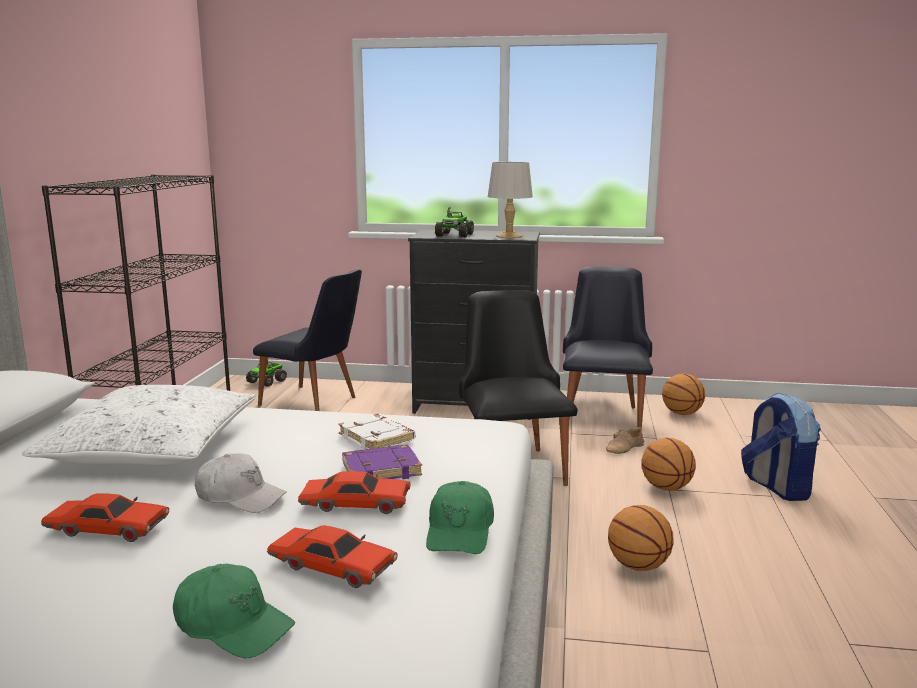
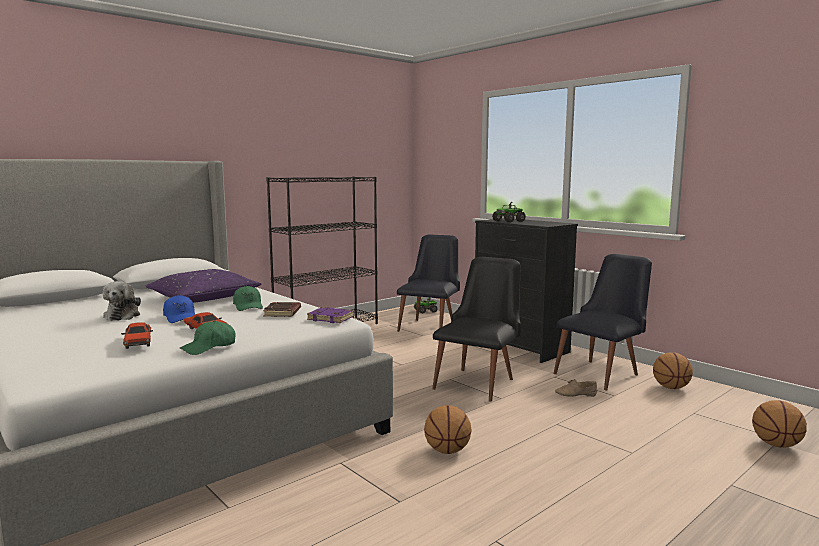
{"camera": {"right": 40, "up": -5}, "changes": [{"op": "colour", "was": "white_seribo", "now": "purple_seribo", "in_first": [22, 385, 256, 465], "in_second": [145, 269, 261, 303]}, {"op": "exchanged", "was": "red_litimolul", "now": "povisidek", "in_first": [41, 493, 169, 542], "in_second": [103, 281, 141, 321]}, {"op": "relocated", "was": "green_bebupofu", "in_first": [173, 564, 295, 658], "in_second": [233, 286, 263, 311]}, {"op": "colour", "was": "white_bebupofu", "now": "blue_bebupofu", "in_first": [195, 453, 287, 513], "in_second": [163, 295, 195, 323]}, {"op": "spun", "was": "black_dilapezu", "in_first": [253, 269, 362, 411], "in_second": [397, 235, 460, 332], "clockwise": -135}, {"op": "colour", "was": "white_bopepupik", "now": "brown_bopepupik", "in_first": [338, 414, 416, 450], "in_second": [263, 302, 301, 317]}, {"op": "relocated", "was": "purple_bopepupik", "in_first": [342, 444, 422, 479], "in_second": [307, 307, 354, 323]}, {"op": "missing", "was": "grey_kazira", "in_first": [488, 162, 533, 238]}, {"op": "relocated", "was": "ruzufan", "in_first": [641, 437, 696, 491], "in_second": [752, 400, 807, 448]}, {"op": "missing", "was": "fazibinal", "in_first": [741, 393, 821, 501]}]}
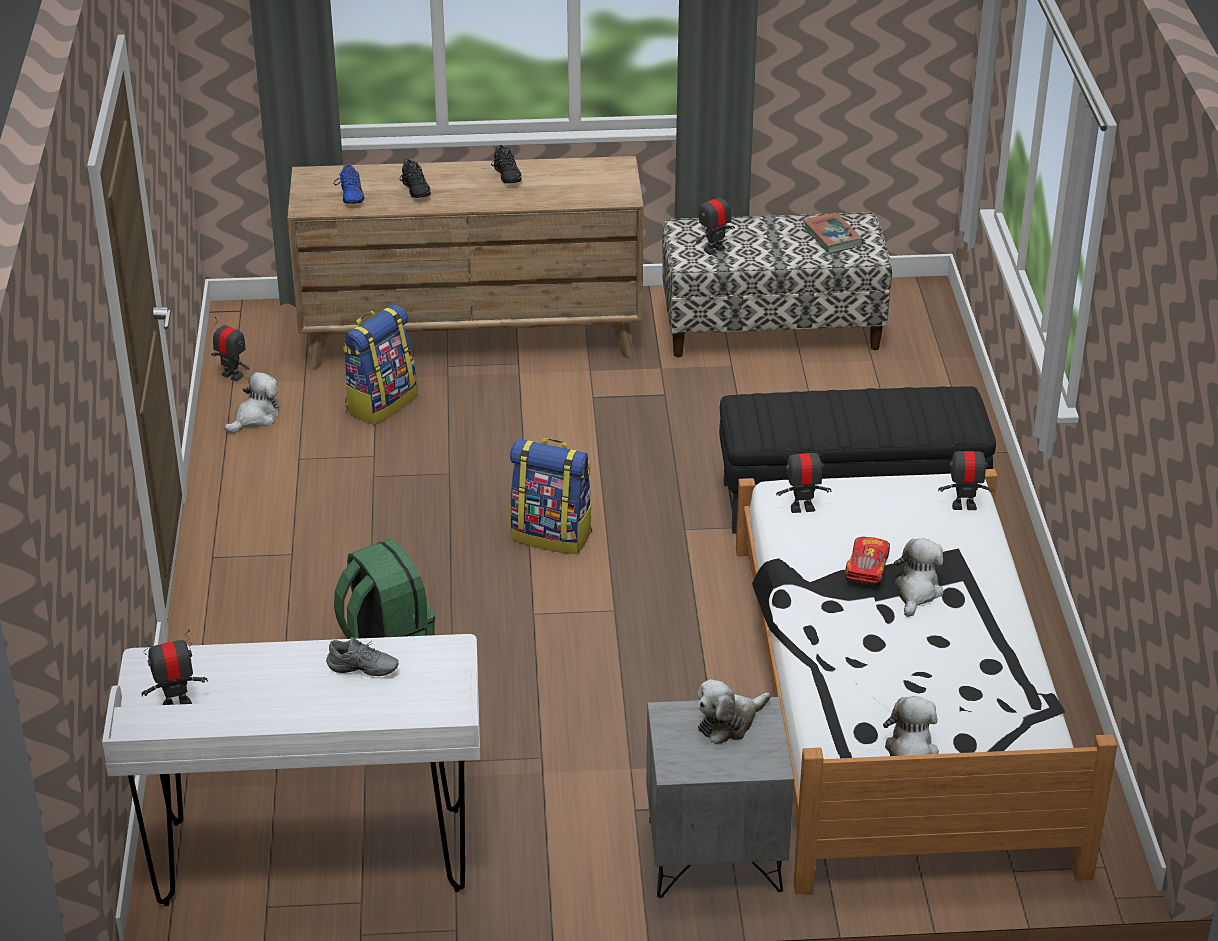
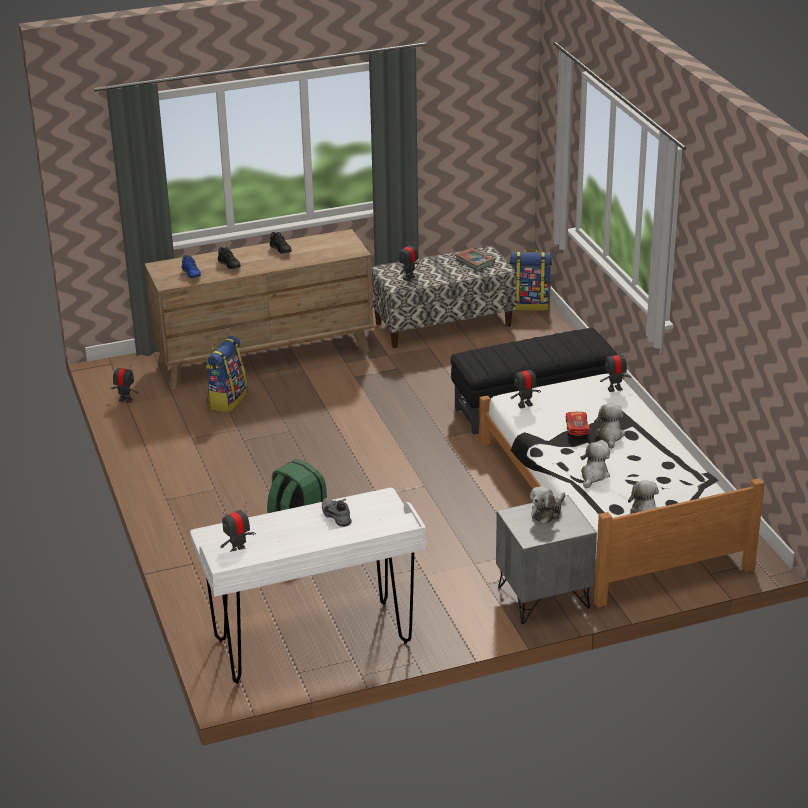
{"camera": {"right": -15, "up": -5}, "changes": [{"op": "relocated", "was": "povisidek", "in_first": [225, 372, 279, 433], "in_second": [580, 442, 610, 488]}, {"op": "spun", "was": "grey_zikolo", "in_first": [326, 637, 399, 676], "in_second": [322, 498, 352, 527], "clockwise": -120}, {"op": "relocated", "was": "fazibinal", "in_first": [510, 438, 593, 554], "in_second": [510, 250, 552, 311]}]}
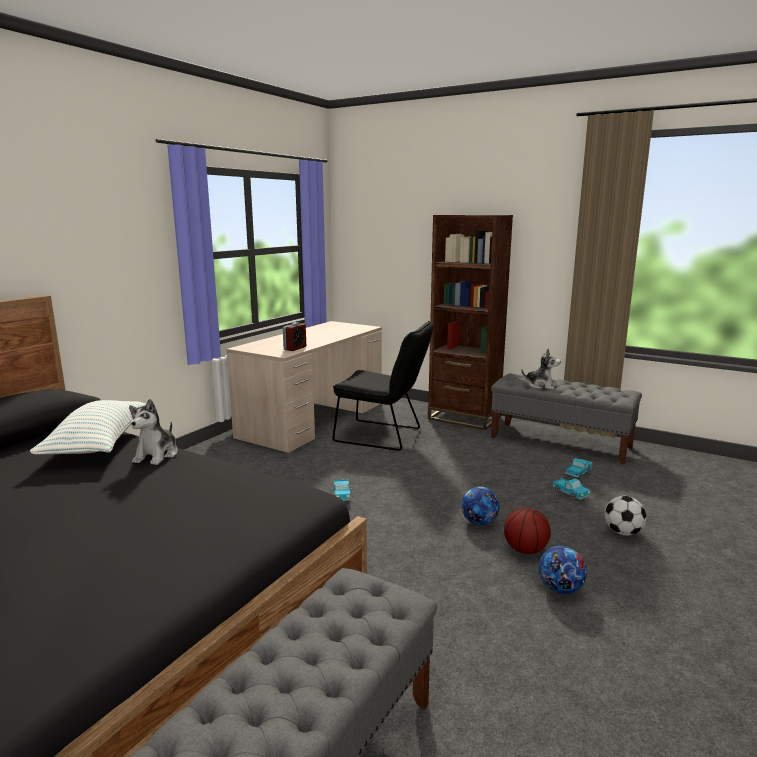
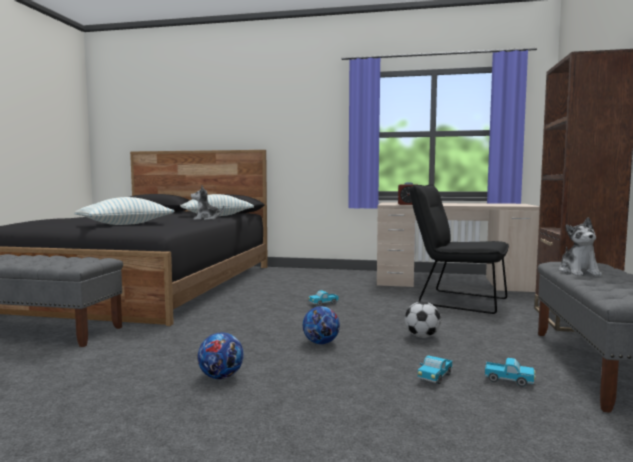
{"camera": {"right": 70, "up": -10}, "changes": [{"op": "spun", "was": "black_dilapezu", "in_first": [332, 321, 433, 451], "in_second": [410, 185, 509, 314], "clockwise": 120}, {"op": "missing", "was": "ruzufan", "in_first": [504, 507, 551, 554]}, {"op": "relocated", "was": "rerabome", "in_first": [604, 496, 646, 536], "in_second": [405, 302, 441, 338]}, {"op": "appeared", "now": "seribo", "in_second": [74, 197, 174, 225]}]}
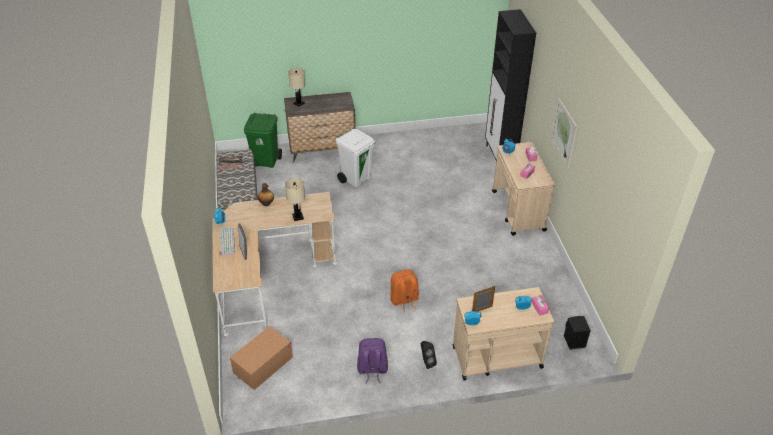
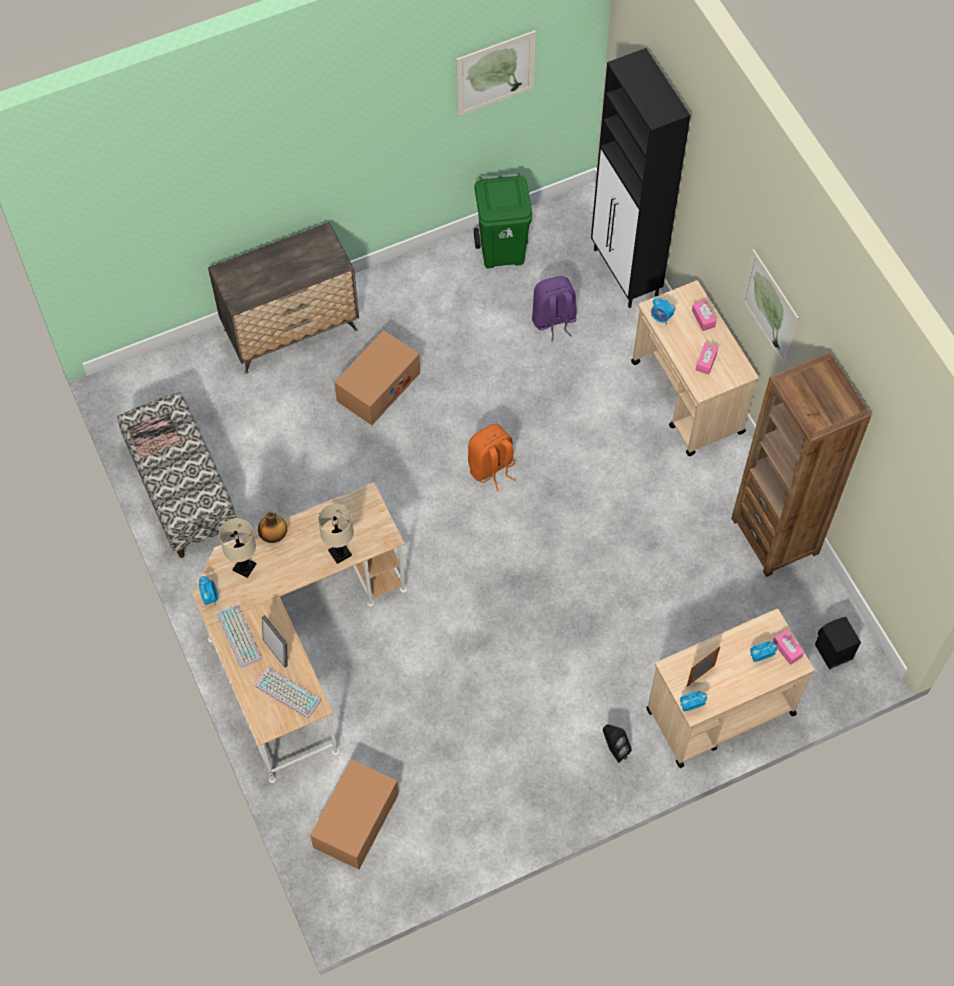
{"camera": {"right": -15, "up": 20}, "changes": [{"op": "relocated", "was": "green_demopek", "in_first": [244, 113, 282, 168], "in_second": [474, 173, 532, 268]}, {"op": "relocated", "was": "beige_kazira", "in_first": [288, 68, 305, 107], "in_second": [219, 518, 256, 578]}, {"op": "exchanged", "was": "white_demopek", "now": "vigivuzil", "in_first": [335, 129, 375, 187], "in_second": [334, 330, 420, 425]}, {"op": "relocated", "was": "purple_fazibinal", "in_first": [357, 338, 388, 384], "in_second": [532, 276, 577, 342]}, {"op": "relocated", "was": "orange_fazibinal", "in_first": [390, 269, 419, 313], "in_second": [468, 424, 515, 491]}, {"op": "appeared", "now": "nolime", "in_second": [254, 667, 321, 719]}, {"op": "appeared", "now": "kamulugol", "in_second": [456, 31, 536, 117]}, {"op": "appeared", "now": "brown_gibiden", "in_second": [731, 352, 871, 577]}]}
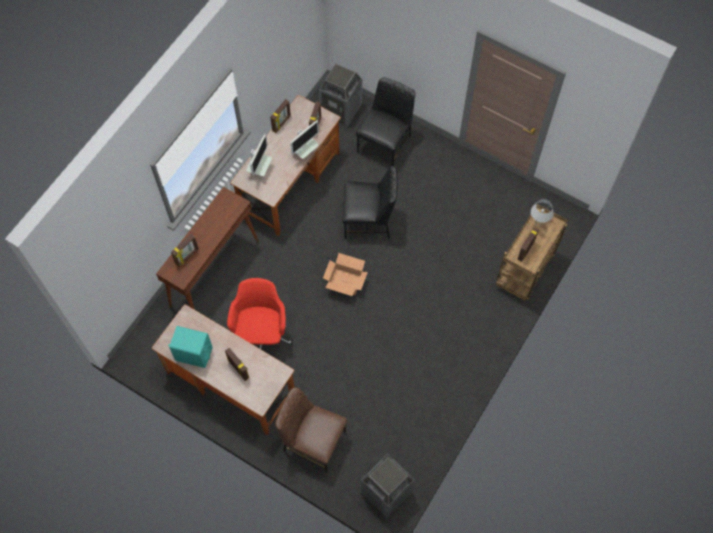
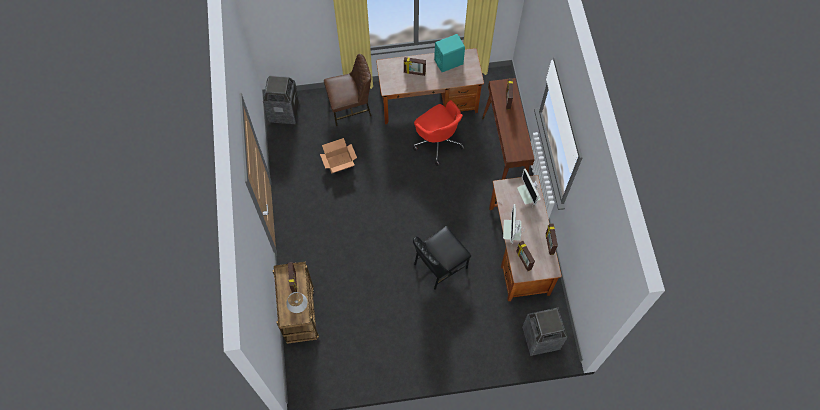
{"camera": {"right": 140, "up": 0}, "changes": [{"op": "relocated", "was": "vigivuzil", "in_first": [323, 253, 368, 296], "in_second": [320, 138, 357, 173]}, {"op": "missing", "was": "black_dilapezu", "in_first": [356, 77, 416, 166]}]}
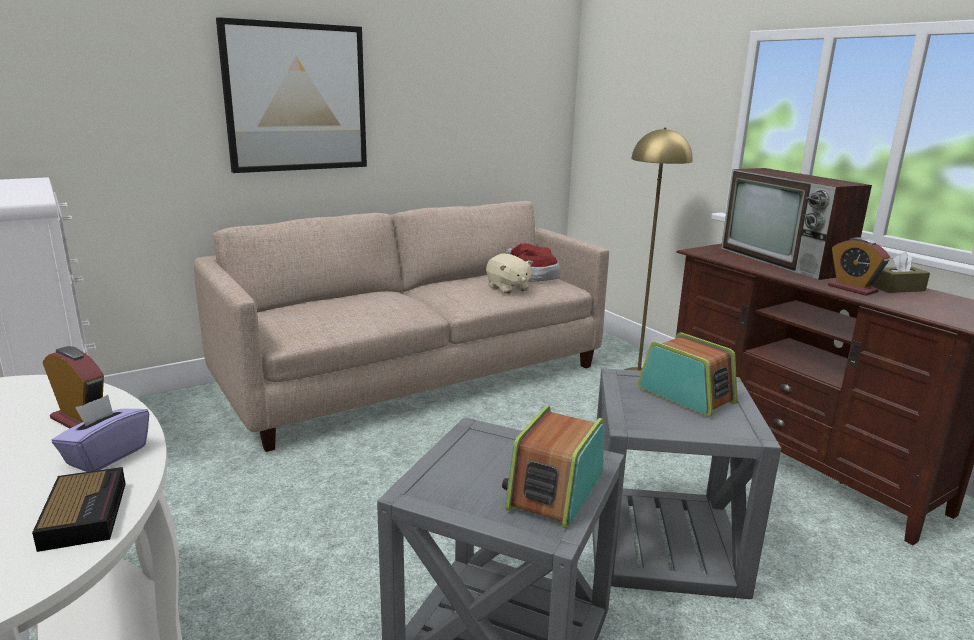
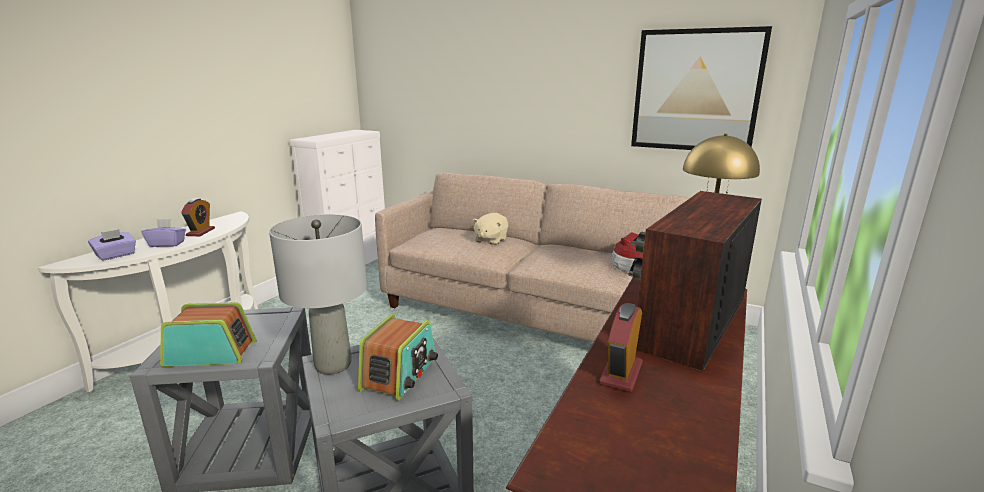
{"camera": {"right": 60, "up": 0}, "changes": [{"op": "exchanged", "was": "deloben", "now": "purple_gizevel", "in_first": [32, 467, 126, 552], "in_second": [88, 229, 136, 261]}, {"op": "relocated", "was": "kamulugol", "in_first": [216, 17, 367, 173], "in_second": [631, 26, 772, 150]}, {"op": "relocated", "was": "beige_povisidek", "in_first": [486, 253, 533, 294], "in_second": [473, 213, 508, 245]}, {"op": "missing", "was": "brown_gizevel", "in_first": [871, 252, 930, 293]}, {"op": "appeared", "now": "grey_kazira", "in_second": [269, 214, 367, 375]}]}
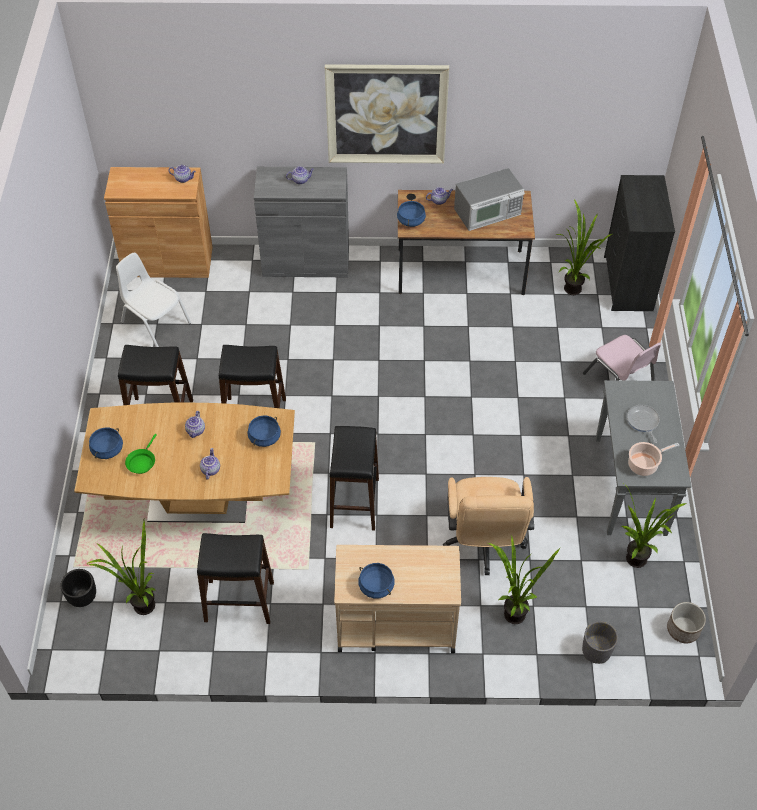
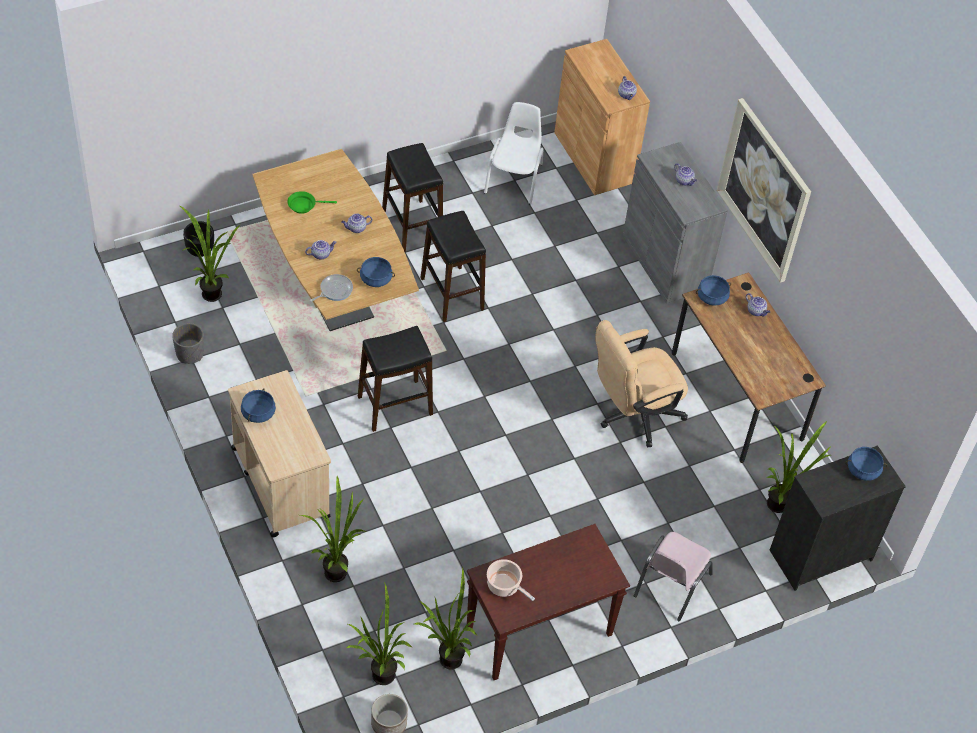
{"camera": {"right": 60, "up": 0}, "changes": [{"op": "relocated", "was": "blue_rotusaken", "in_first": [89, 428, 123, 459], "in_second": [845, 447, 887, 481]}, {"op": "missing", "was": "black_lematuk", "in_first": [197, 533, 274, 624]}, {"op": "relocated", "was": "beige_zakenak", "in_first": [443, 477, 534, 575], "in_second": [595, 320, 688, 447]}, {"op": "missing", "was": "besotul", "in_first": [454, 168, 525, 231]}, {"op": "relocated", "was": "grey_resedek", "in_first": [582, 621, 618, 664], "in_second": [172, 323, 204, 364]}, {"op": "colour", "was": "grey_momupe", "now": "brown_momupe", "in_first": [596, 380, 692, 536], "in_second": [467, 524, 630, 680]}, {"op": "relocated", "was": "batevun", "in_first": [627, 405, 660, 443], "in_second": [310, 274, 353, 302]}, {"op": "appeared", "now": "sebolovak", "in_second": [346, 582, 413, 685]}]}
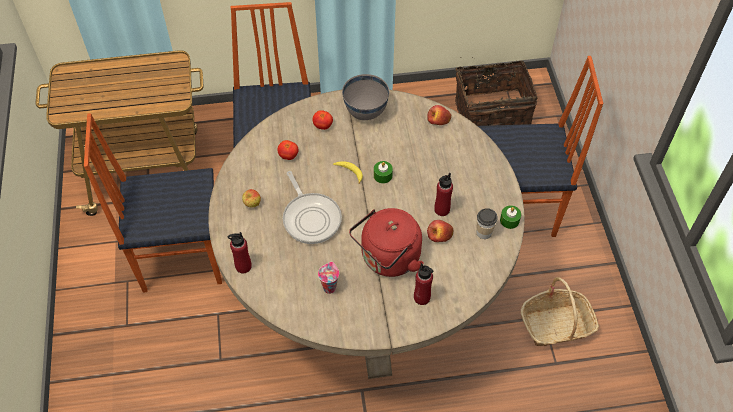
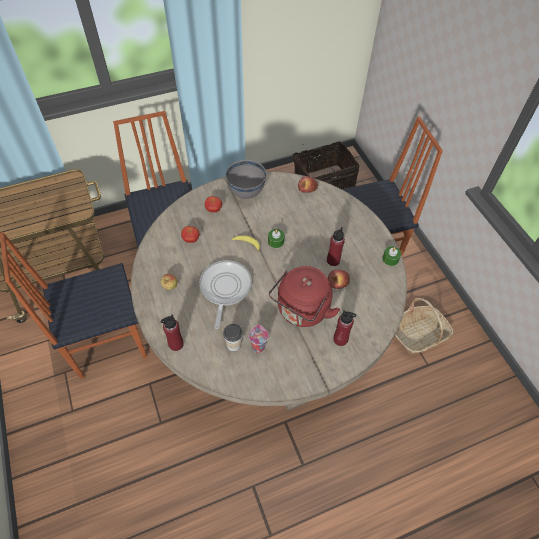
{"camera": {"right": -15, "up": 0}, "changes": [{"op": "spun", "was": "batevun", "in_first": [283, 171, 342, 244], "in_second": [199, 260, 252, 329], "clockwise": -135}, {"op": "relocated", "was": "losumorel", "in_first": [477, 208, 497, 239], "in_second": [223, 324, 243, 352]}]}
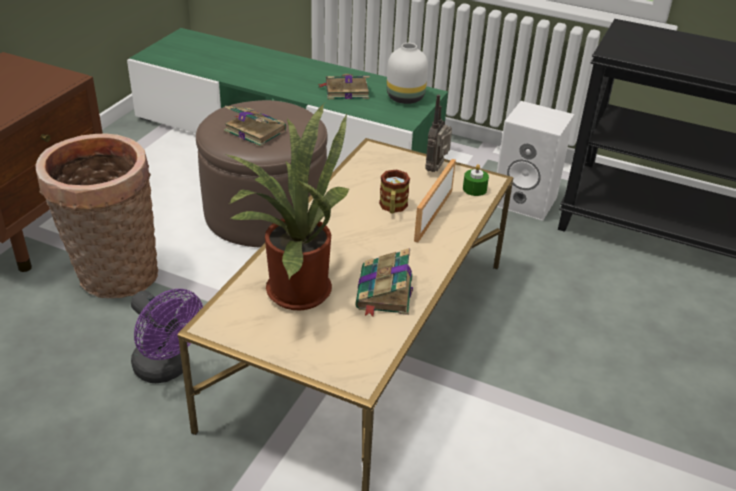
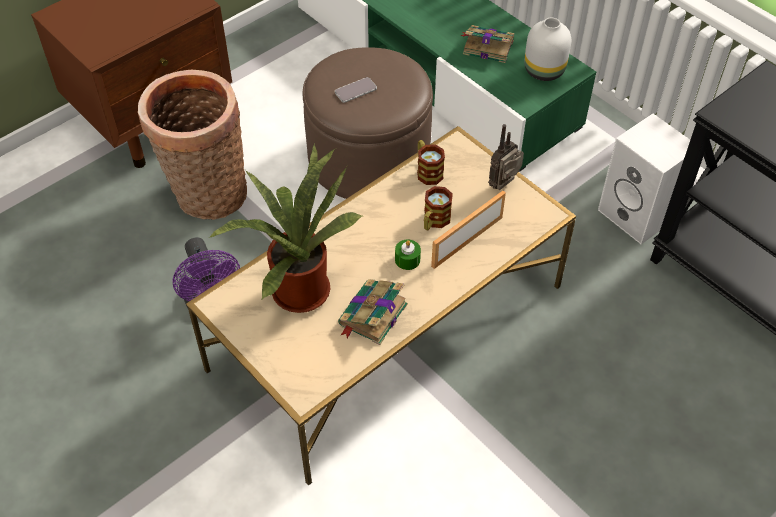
{"camera": {"right": 25, "up": 15}, "changes": [{"op": "exchanged", "was": "bopepupik", "now": "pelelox", "in_first": [224, 106, 286, 147], "in_second": [335, 77, 377, 103]}, {"op": "relocated", "was": "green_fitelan", "in_first": [463, 164, 489, 196], "in_second": [395, 240, 421, 270]}, {"op": "appeared", "now": "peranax", "in_second": [417, 140, 445, 185]}]}
